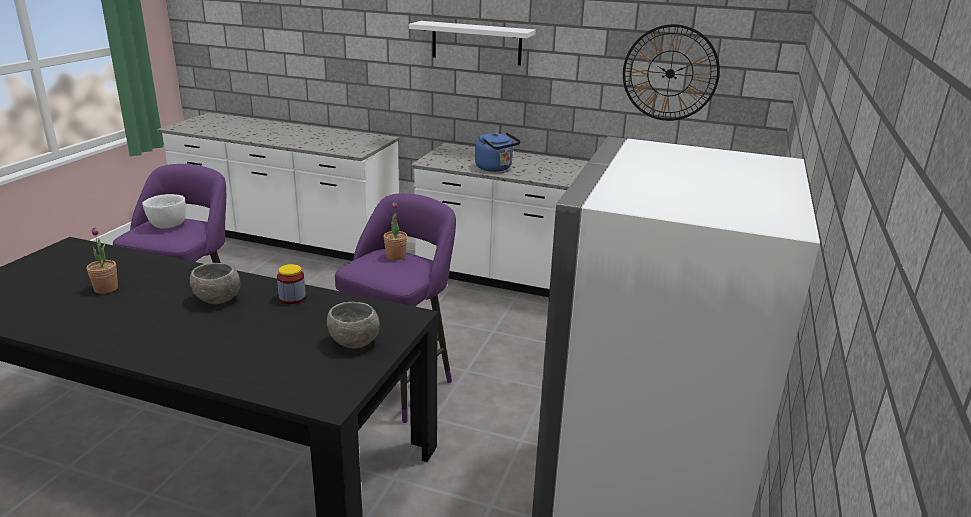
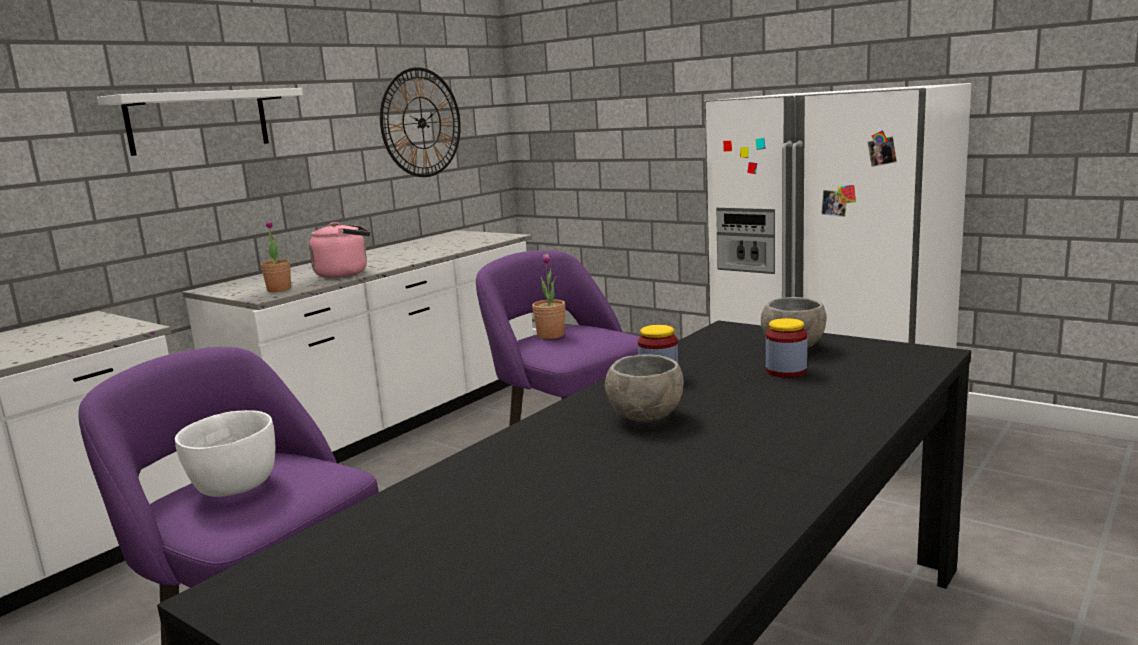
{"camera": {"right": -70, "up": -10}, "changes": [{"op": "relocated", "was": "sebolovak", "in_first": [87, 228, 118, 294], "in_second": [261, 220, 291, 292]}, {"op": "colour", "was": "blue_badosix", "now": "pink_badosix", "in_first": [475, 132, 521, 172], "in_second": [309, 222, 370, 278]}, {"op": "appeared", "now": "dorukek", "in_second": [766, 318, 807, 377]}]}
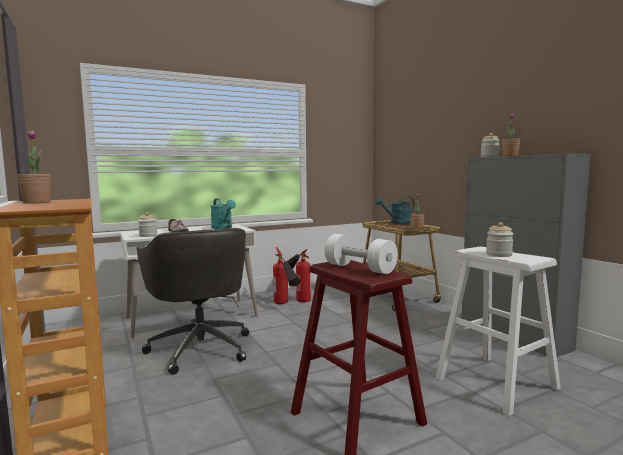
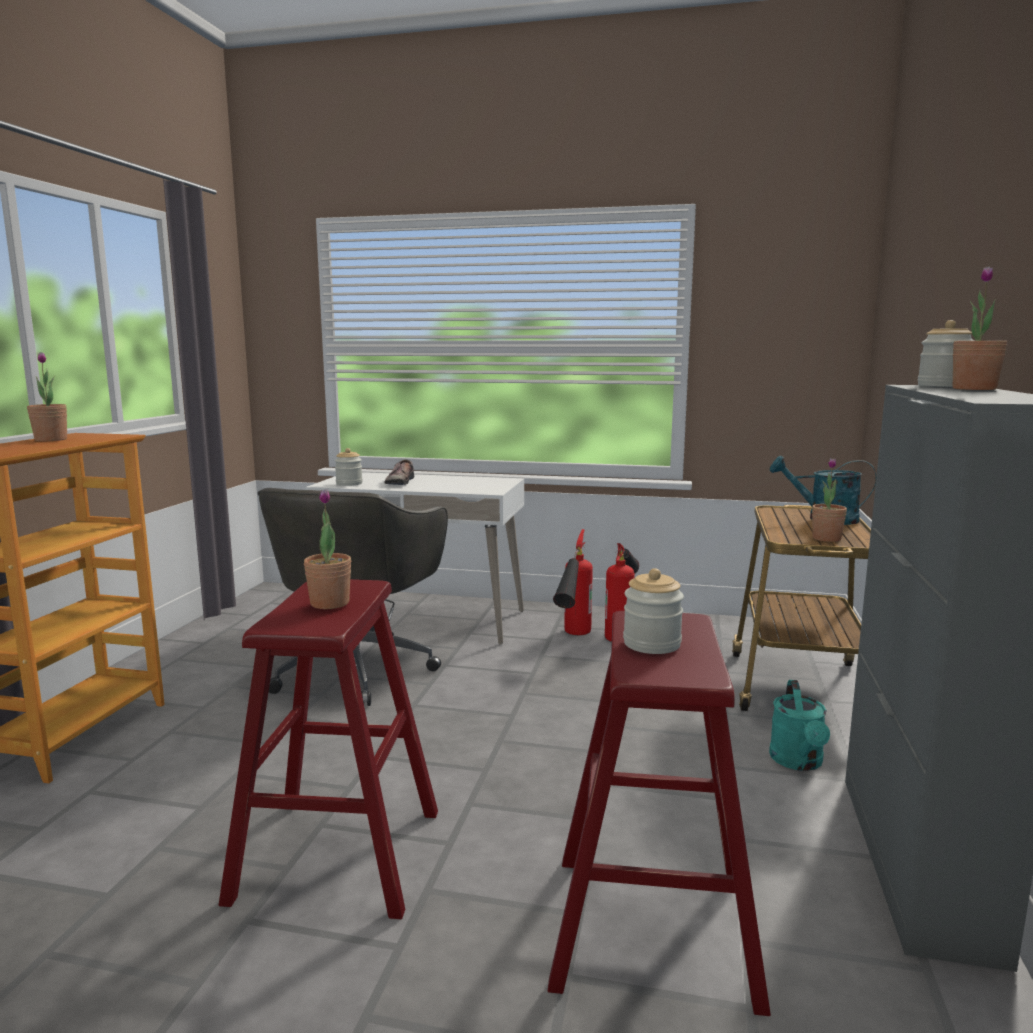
{"camera": {"right": 40, "up": 5}, "changes": [{"op": "relocated", "was": "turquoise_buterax", "in_first": [211, 199, 236, 229], "in_second": [769, 680, 830, 771]}, {"op": "exchanged", "was": "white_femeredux", "now": "sebolovak", "in_first": [325, 234, 398, 274], "in_second": [304, 489, 351, 609]}, {"op": "colour", "was": "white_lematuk", "now": "red_lematuk", "in_first": [435, 247, 561, 416], "in_second": [548, 611, 771, 1016]}]}
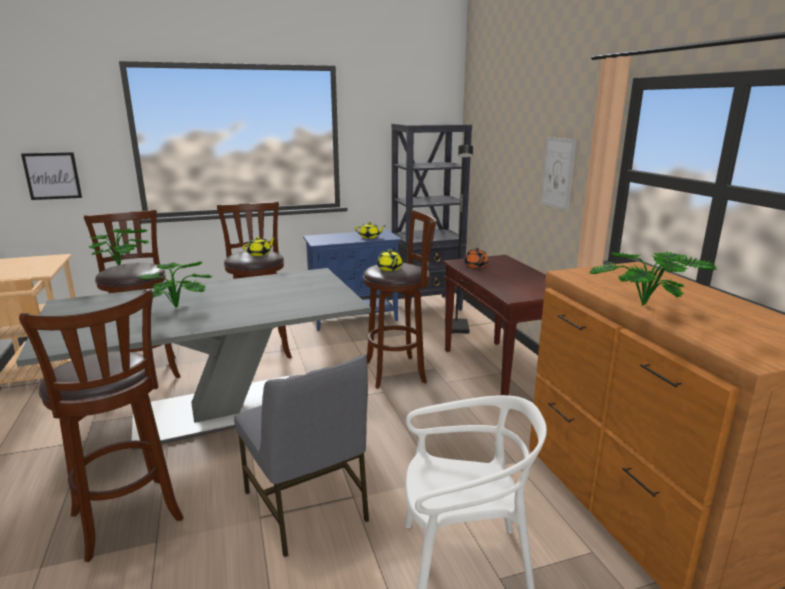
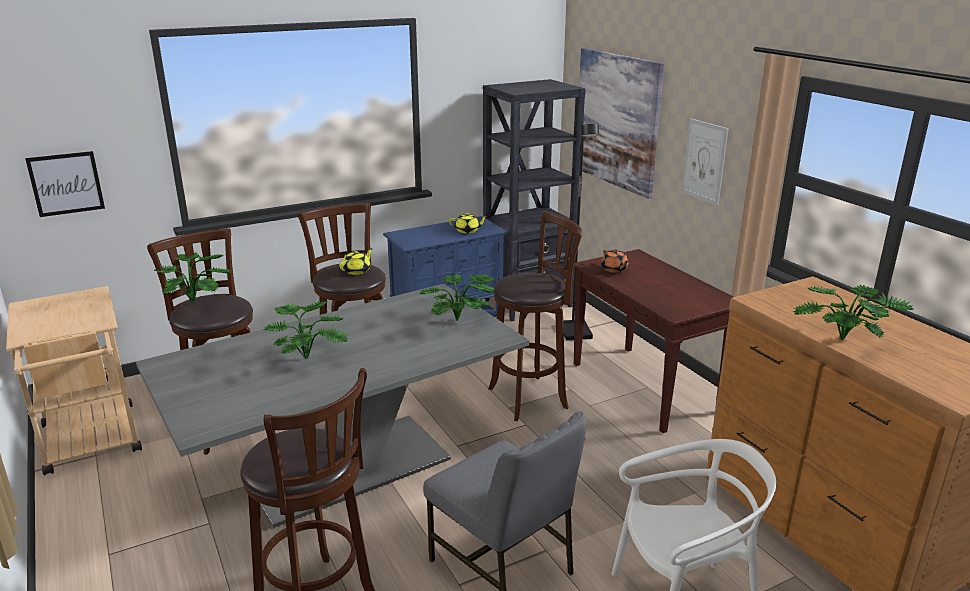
{"camera": {"right": -10, "up": 5}, "changes": [{"op": "missing", "was": "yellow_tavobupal", "in_first": [377, 249, 402, 271]}, {"op": "appeared", "now": "sebolovak", "in_second": [419, 274, 495, 321]}, {"op": "appeared", "now": "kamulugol", "in_second": [579, 48, 664, 199]}]}
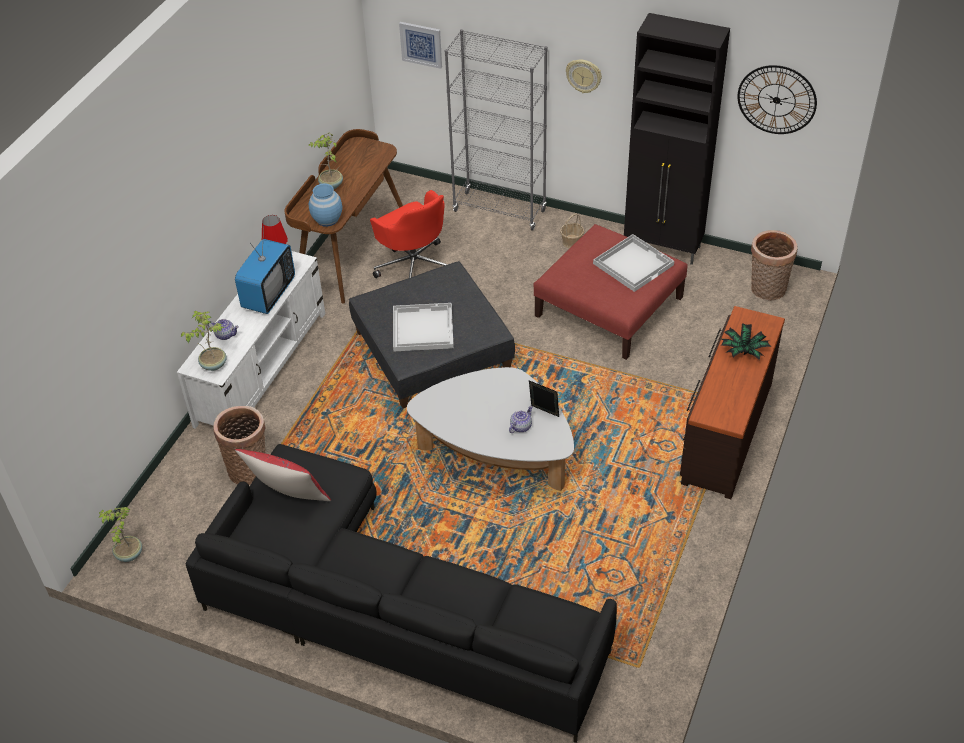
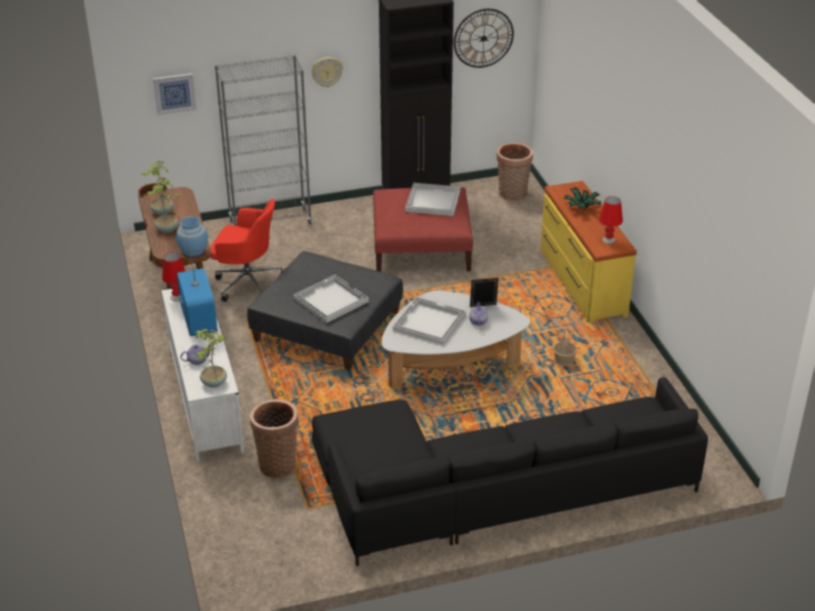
{"camera": {"right": -40, "up": -10}, "changes": [{"op": "relocated", "was": "sebolovak", "in_first": [99, 507, 142, 562], "in_second": [141, 161, 173, 215]}, {"op": "missing", "was": "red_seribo", "in_first": [235, 449, 331, 501]}, {"op": "relocated", "was": "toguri", "in_first": [560, 214, 584, 248], "in_second": [553, 331, 577, 366]}, {"op": "colour", "was": "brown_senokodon", "now": "yellow_senokodon", "in_first": [680, 306, 785, 499], "in_second": [540, 181, 637, 323]}, {"op": "appeared", "now": "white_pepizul", "in_second": [393, 297, 466, 345]}, {"op": "appeared", "now": "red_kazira", "in_second": [599, 196, 623, 244]}]}
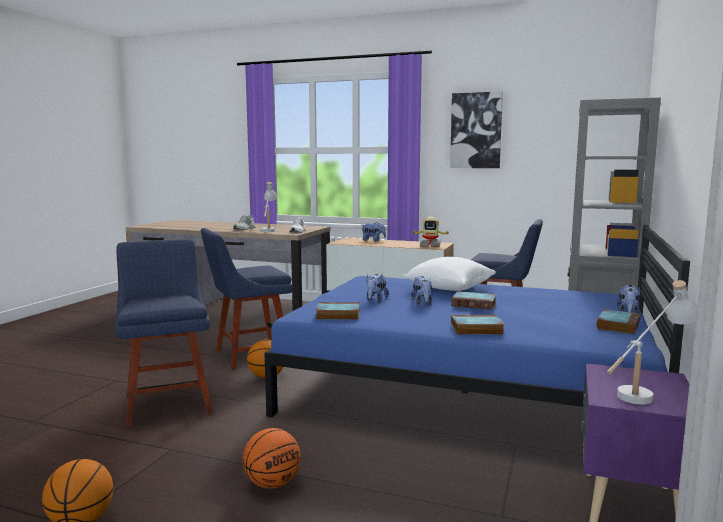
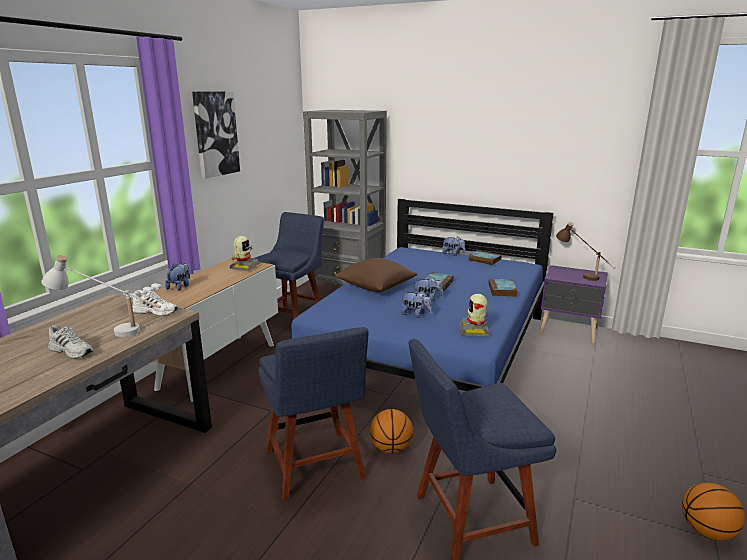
{"camera": {"right": -85, "up": 10}, "changes": [{"op": "missing", "was": "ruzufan", "in_first": [243, 428, 301, 489]}, {"op": "exchanged", "was": "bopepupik", "now": "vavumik", "in_first": [316, 302, 360, 319], "in_second": [460, 294, 489, 336]}, {"op": "colour", "was": "white_seribo", "now": "brown_seribo", "in_first": [403, 257, 496, 291], "in_second": [335, 258, 417, 292]}, {"op": "colour", "was": "white_kazira", "now": "brown_kazira", "in_first": [607, 280, 698, 405], "in_second": [556, 222, 615, 281]}]}
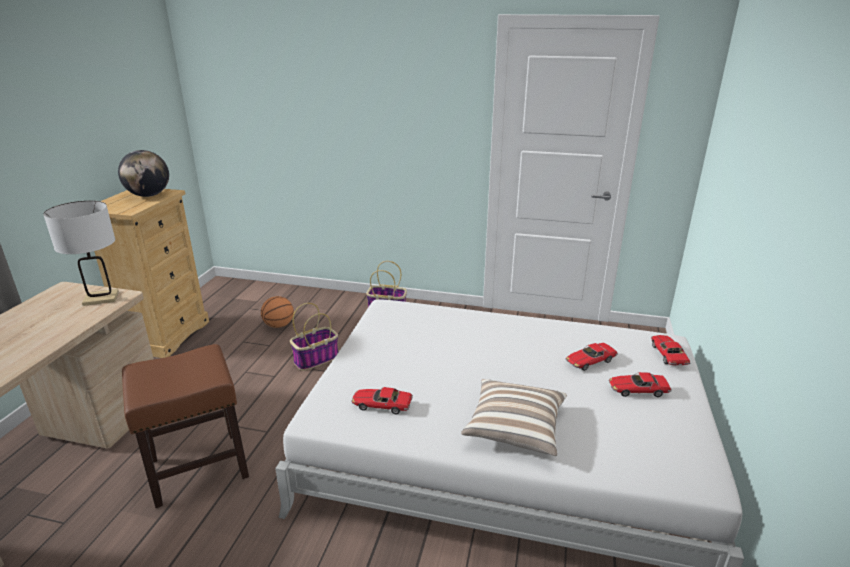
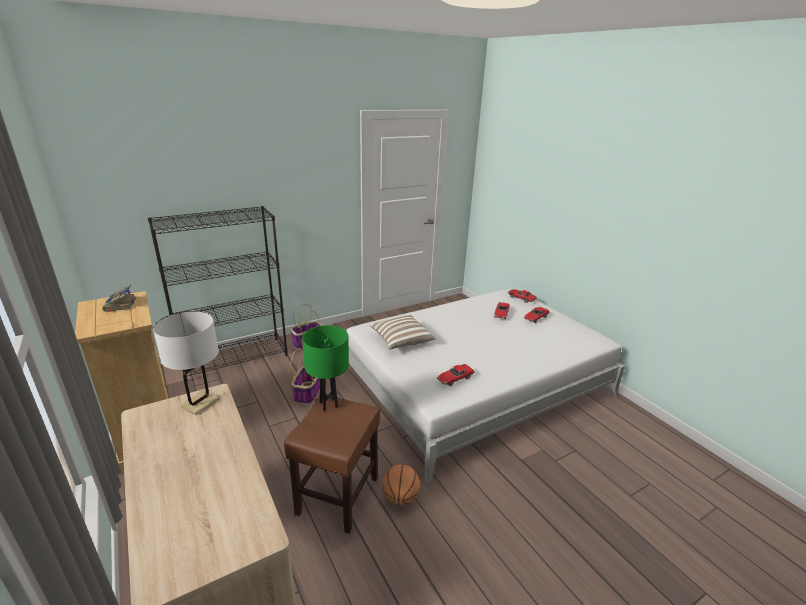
{"camera": {"right": -45, "up": 0}, "changes": [{"op": "exchanged", "was": "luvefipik", "now": "bopepupik", "in_first": [118, 150, 169, 197], "in_second": [102, 284, 137, 312]}, {"op": "relocated", "was": "ruzufan", "in_first": [261, 296, 294, 328], "in_second": [382, 464, 420, 505]}, {"op": "relocated", "was": "seribo", "in_first": [461, 379, 567, 456], "in_second": [369, 315, 435, 350]}, {"op": "appeared", "now": "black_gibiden", "in_second": [148, 206, 288, 378]}, {"op": "appeared", "now": "green_kazira", "in_second": [302, 325, 349, 411]}]}
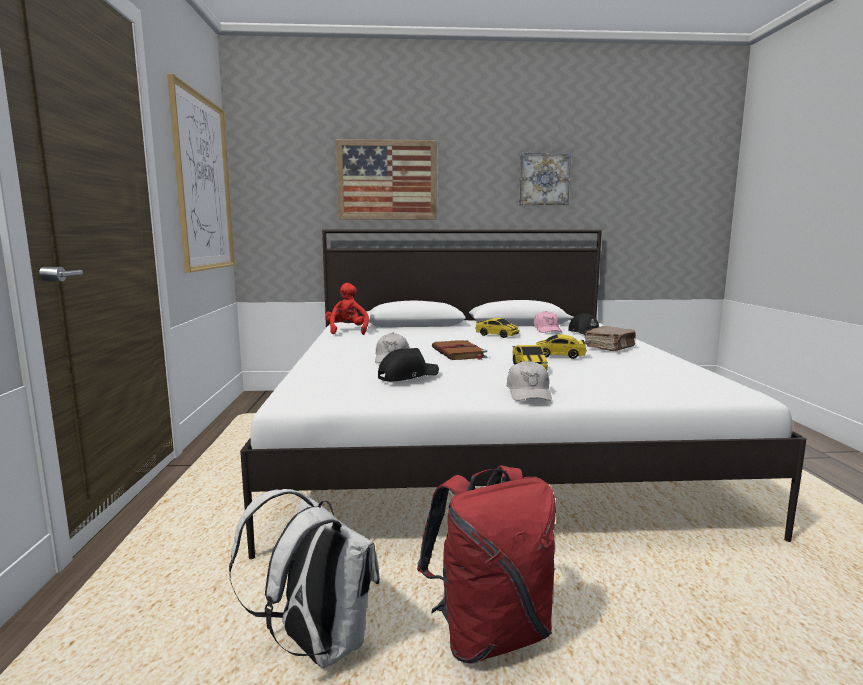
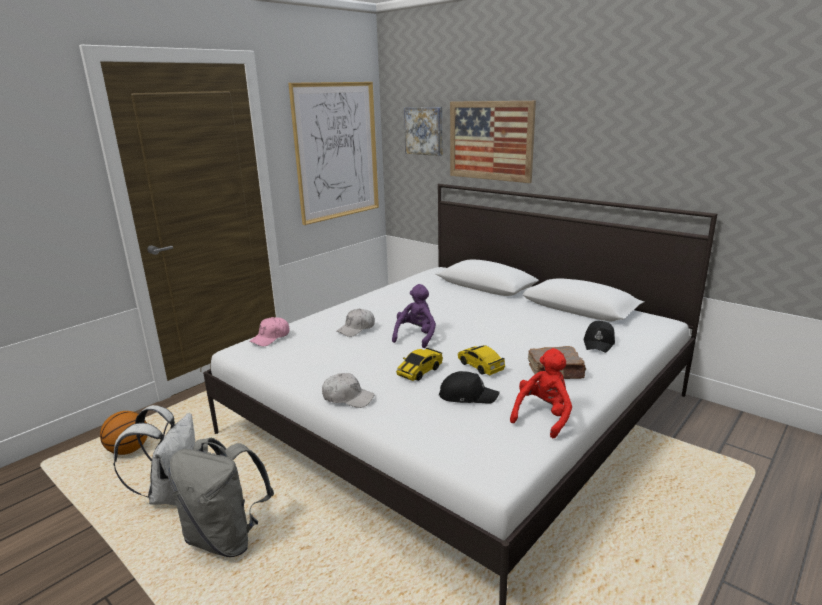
{"camera": {"right": 45, "up": 10}, "changes": [{"op": "relocated", "was": "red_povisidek", "in_first": [325, 283, 369, 335], "in_second": [510, 348, 572, 439]}, {"op": "relocated", "was": "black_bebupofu", "in_first": [378, 348, 439, 381], "in_second": [439, 371, 500, 404]}, {"op": "colour", "was": "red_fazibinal", "now": "grey_fazibinal", "in_first": [417, 465, 556, 664], "in_second": [168, 438, 274, 557]}, {"op": "exchanged", "was": "brown_bopepupik", "now": "purple_povisidek", "in_first": [432, 340, 488, 360], "in_second": [392, 284, 436, 348]}, {"op": "missing", "was": "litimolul", "in_first": [475, 318, 520, 338]}, {"op": "spun", "was": "white_bebupofu", "in_first": [506, 360, 552, 401], "in_second": [322, 373, 375, 408], "clockwise": -120}, {"op": "relocated", "was": "kamulugol", "in_first": [519, 153, 571, 205], "in_second": [404, 107, 443, 156]}, {"op": "relocated", "was": "pink_bebupofu", "in_first": [533, 311, 562, 333], "in_second": [249, 317, 289, 346]}, {"op": "appeared", "now": "ruzufan", "in_second": [100, 411, 147, 455]}]}
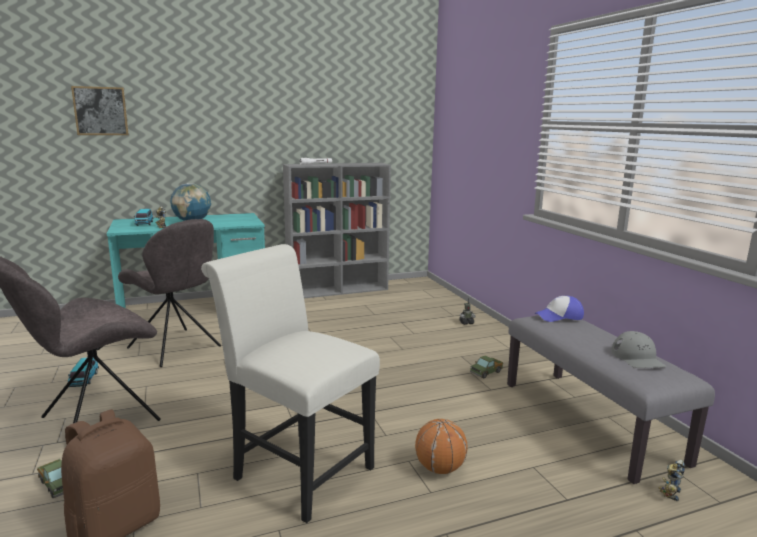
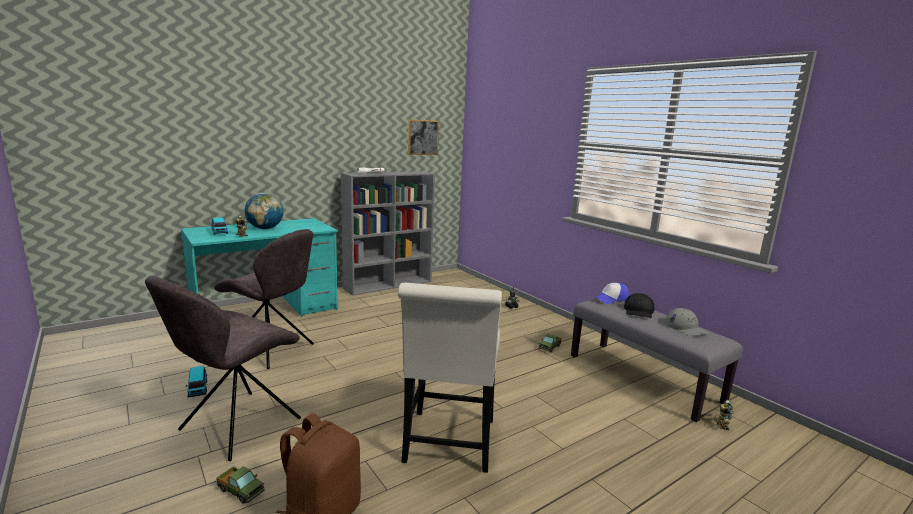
{"camera": {"right": -15, "up": 0}, "changes": [{"op": "relocated", "was": "kamulugol", "in_first": [71, 86, 129, 135], "in_second": [408, 119, 439, 155]}, {"op": "spun", "was": "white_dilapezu", "in_first": [201, 244, 380, 523], "in_second": [398, 283, 502, 473], "clockwise": -105}, {"op": "missing", "was": "ruzufan", "in_first": [415, 419, 467, 474]}, {"op": "appeared", "now": "black_bebupofu", "in_second": [624, 293, 655, 318]}]}
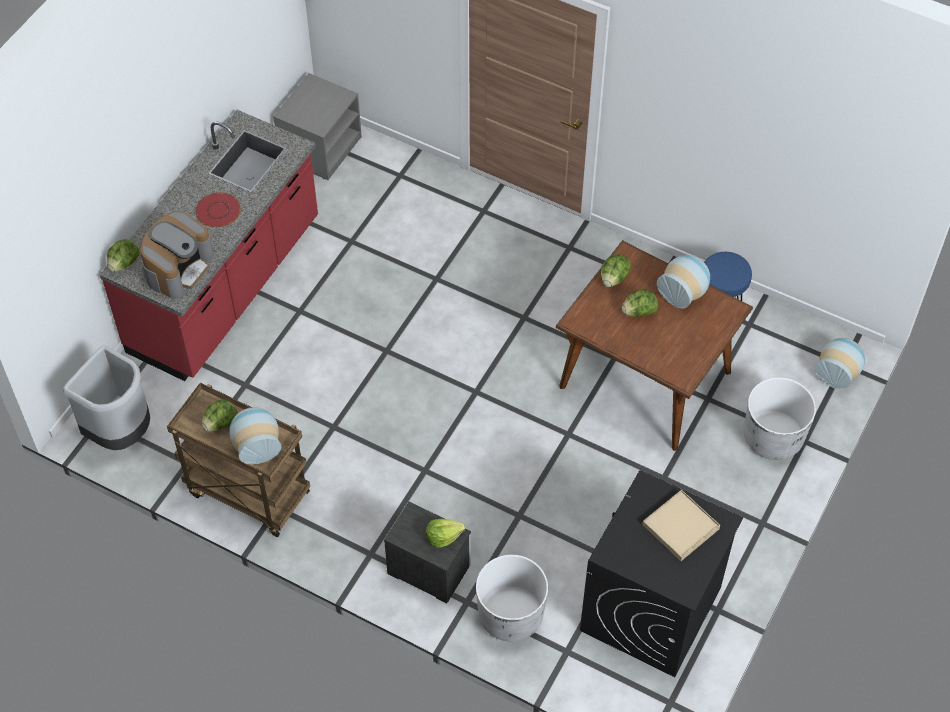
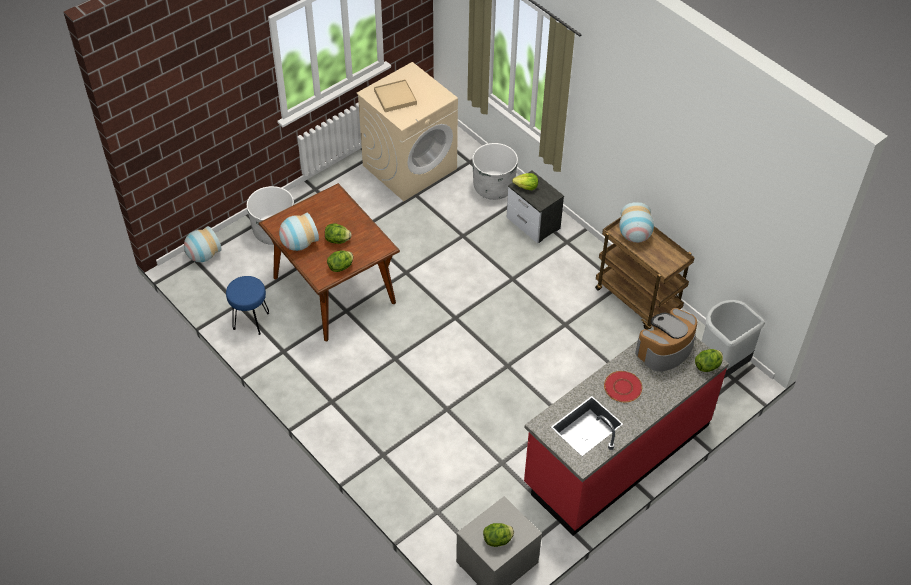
{"camera": {"right": -160, "up": -5}, "changes": [{"op": "relocated", "was": "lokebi", "in_first": [202, 400, 238, 432], "in_second": [483, 523, 514, 547]}, {"op": "colour", "was": "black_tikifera", "now": "beige_tikifera", "in_first": [580, 470, 743, 677], "in_second": [356, 62, 458, 201]}]}
